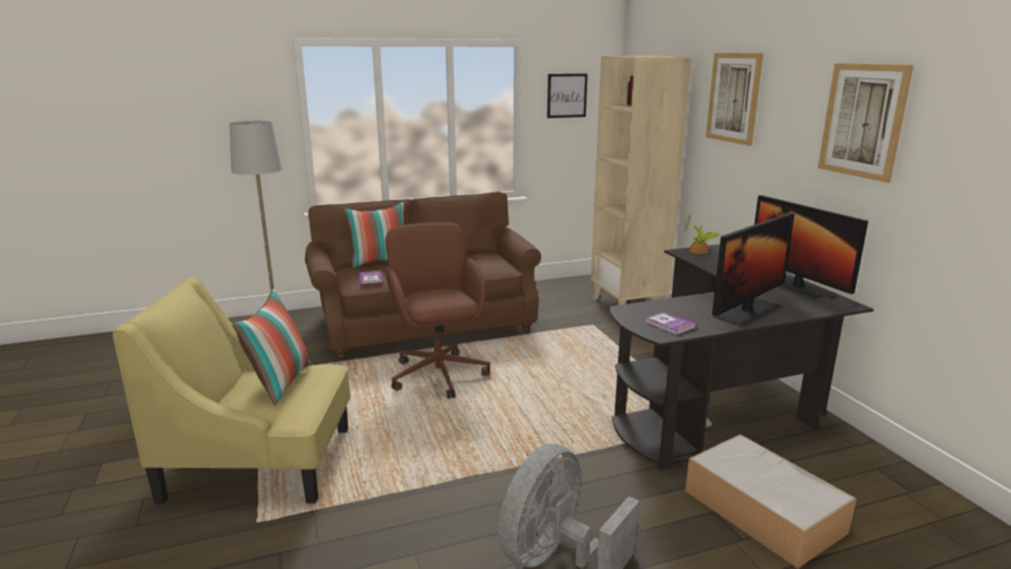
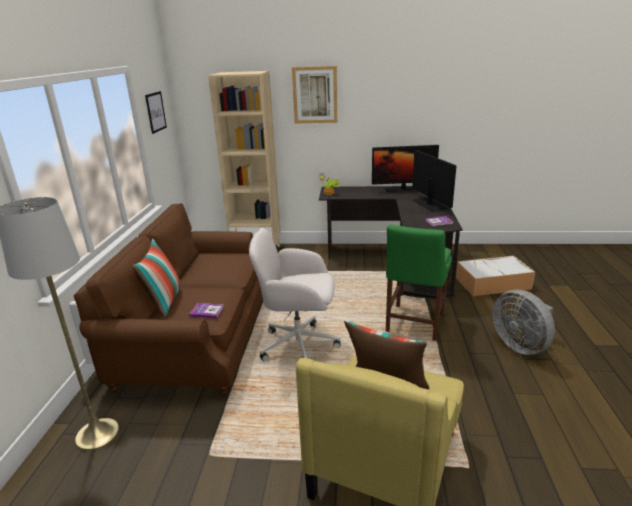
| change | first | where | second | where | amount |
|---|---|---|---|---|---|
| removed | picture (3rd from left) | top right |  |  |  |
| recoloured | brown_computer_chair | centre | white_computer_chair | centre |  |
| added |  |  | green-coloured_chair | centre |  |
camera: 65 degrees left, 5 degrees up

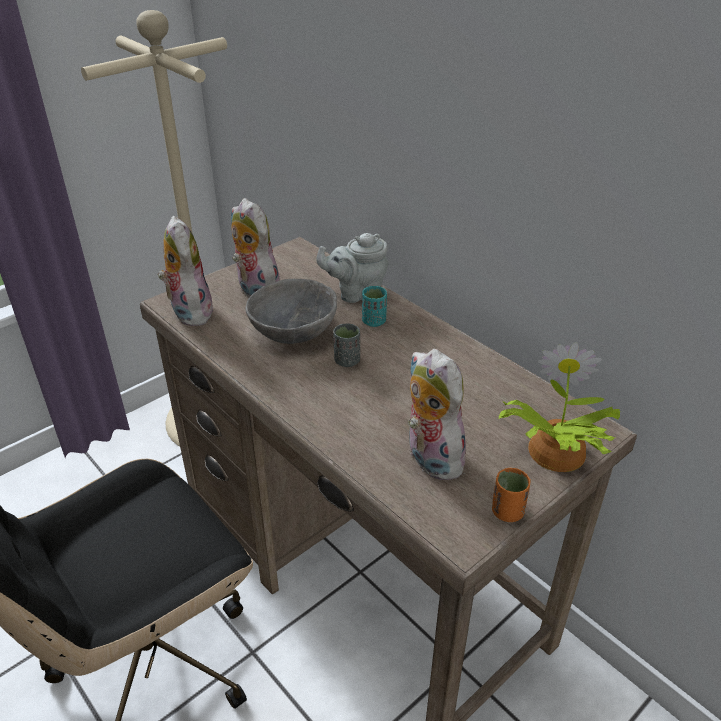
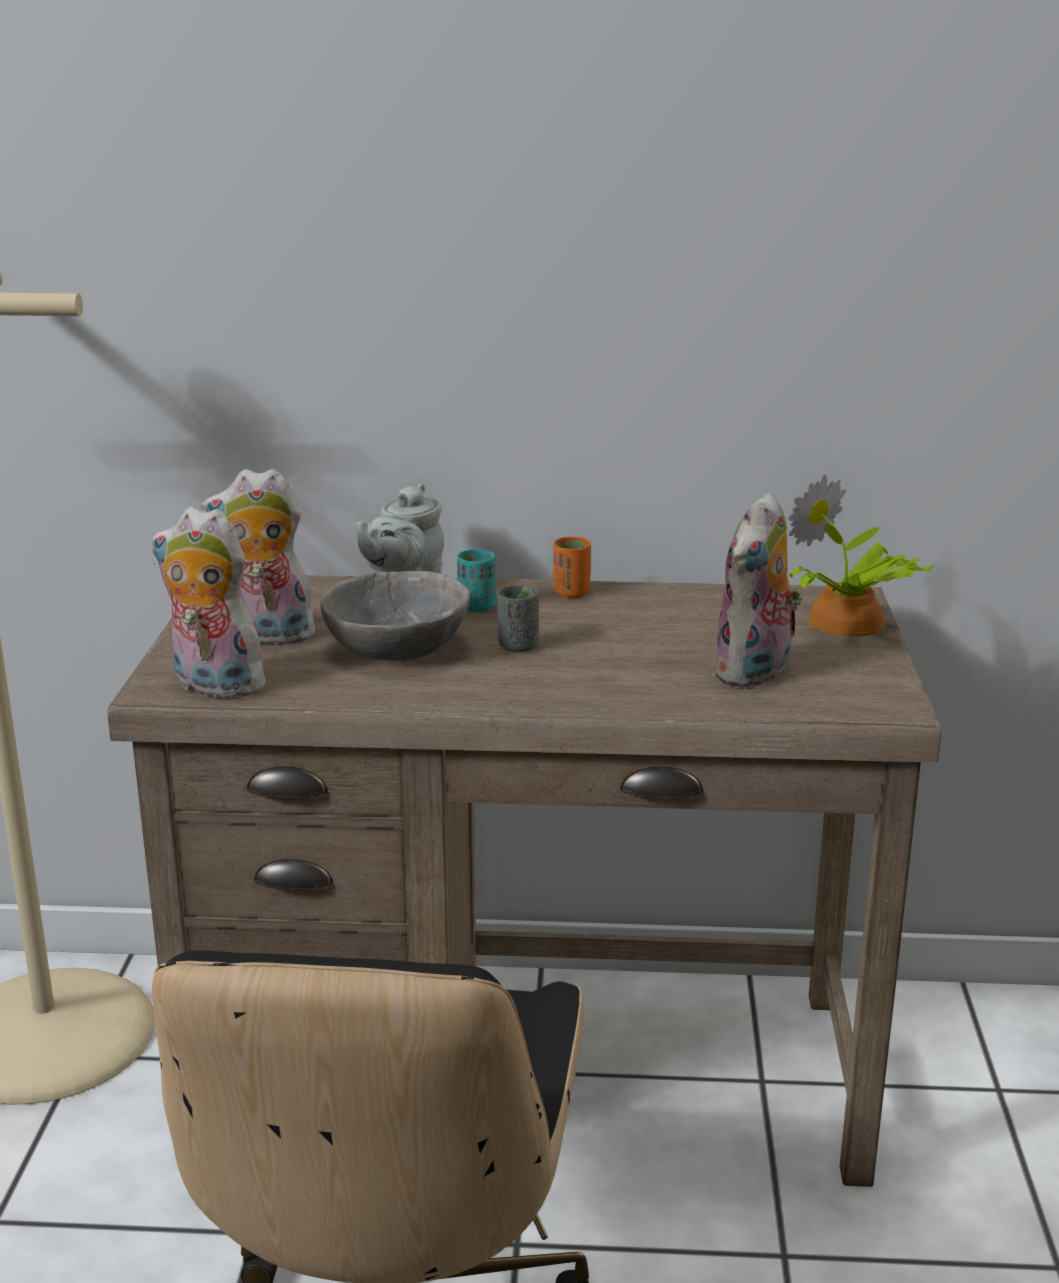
| change | first | where | second | where | amount |
|---|---|---|---|---|---|
| turned | cuddly_toy (3rd from left) | centre |  | middle right | 75 degrees counterclockwise |
| moved | orangey_cup | bottom right |  | centre |  |
camera: 45 degrees left, 15 degrees down

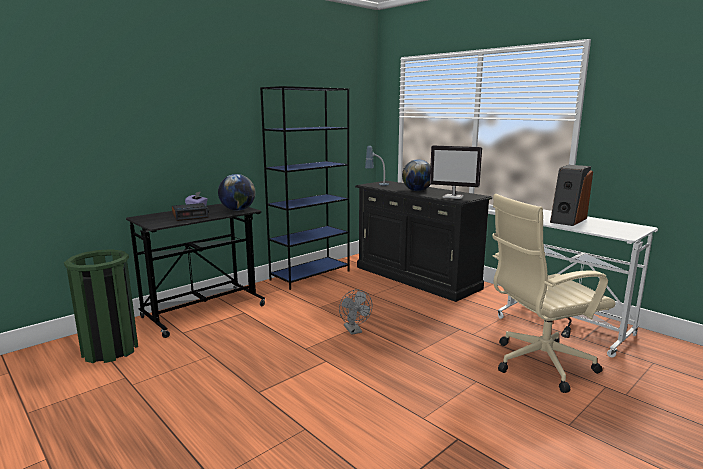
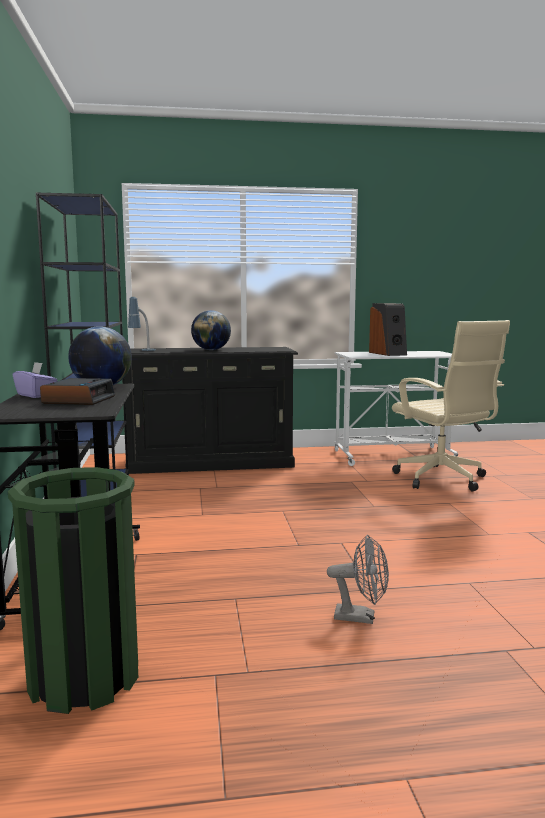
| change | first | where | second | where | amount |
|---|---|---|---|---|---|
| removed | computer_screen | centre |  |  |  |
| turned | beige_computer_chair | middle right |  | middle right | 45 degrees counterclockwise |
| moved | gray_fan | centre |  | bottom centre |  |
camera: 55 degrees left, 5 degrees down

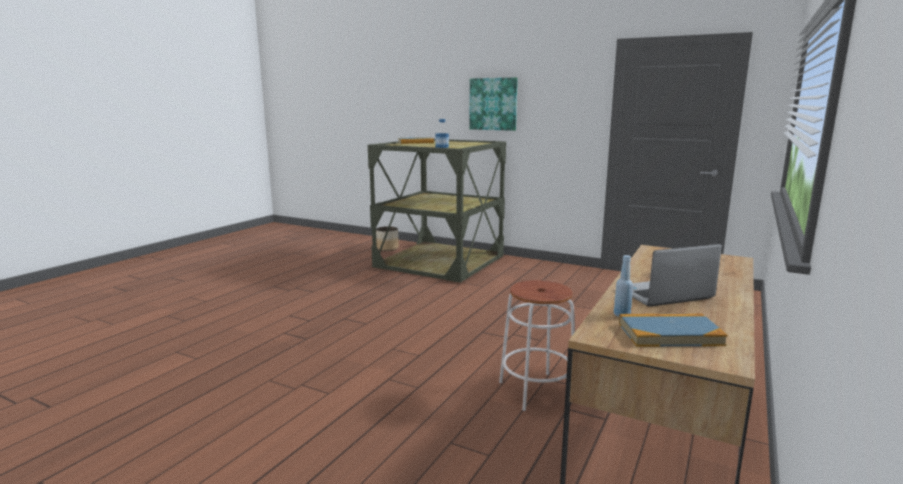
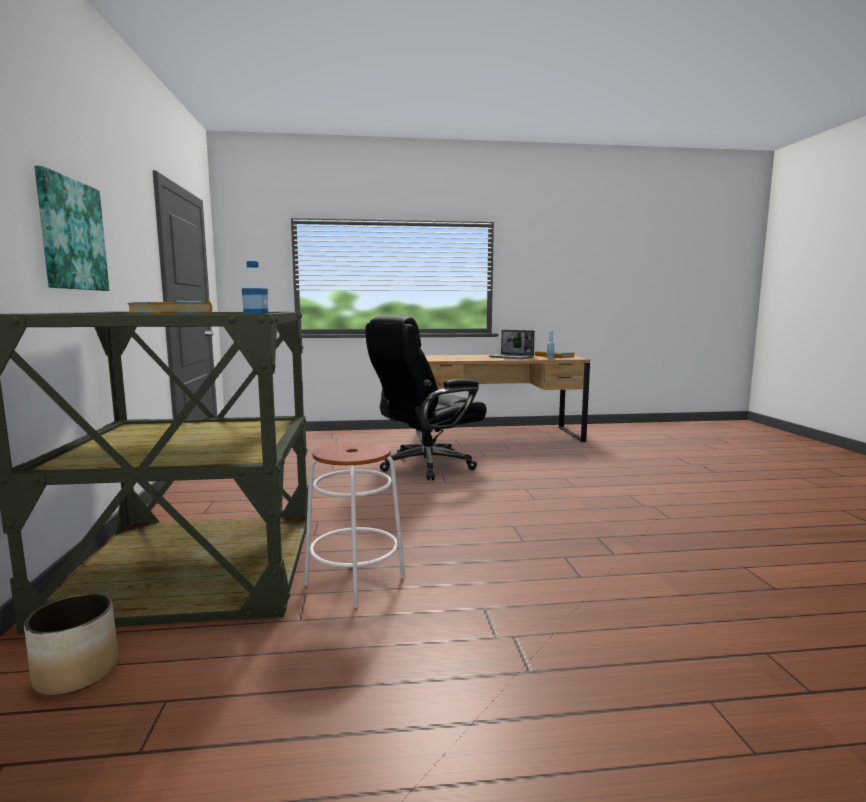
| change | first | where | second | where | amount |
|---|---|---|---|---|---|
| moved | white_sitting_stool | bottom centre |  | centre |  |
| added |  |  | blackish_computer_chair | centre |  |
camera: 125 degrees left, 5 degrees down

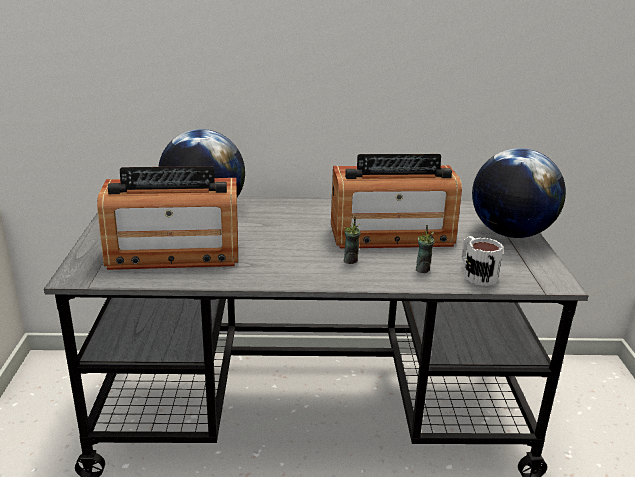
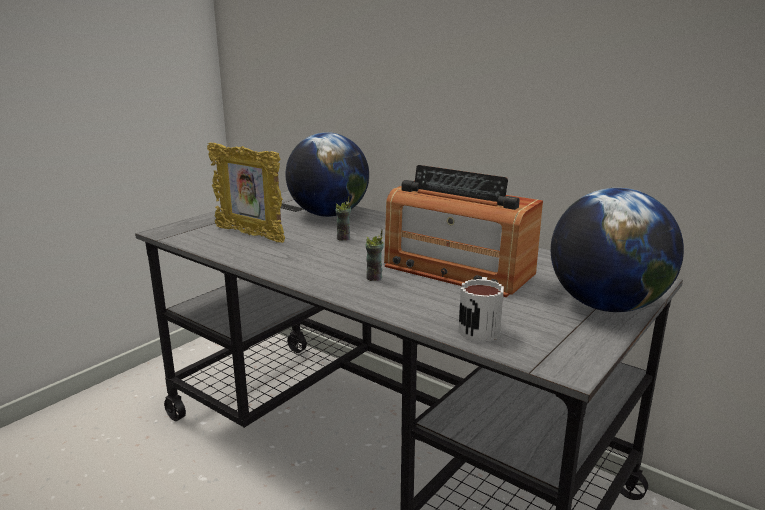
| change | first | where | second | where | amount |
|---|---|---|---|---|---|
| replaced | radio (1st from left) | middle left | photo_frame | middle left |  |
| moved | cup (2nd from left in the first image) | middle right | cup (1st from left) | centre |  |
camera: 40 degrees right, 5 degrees down

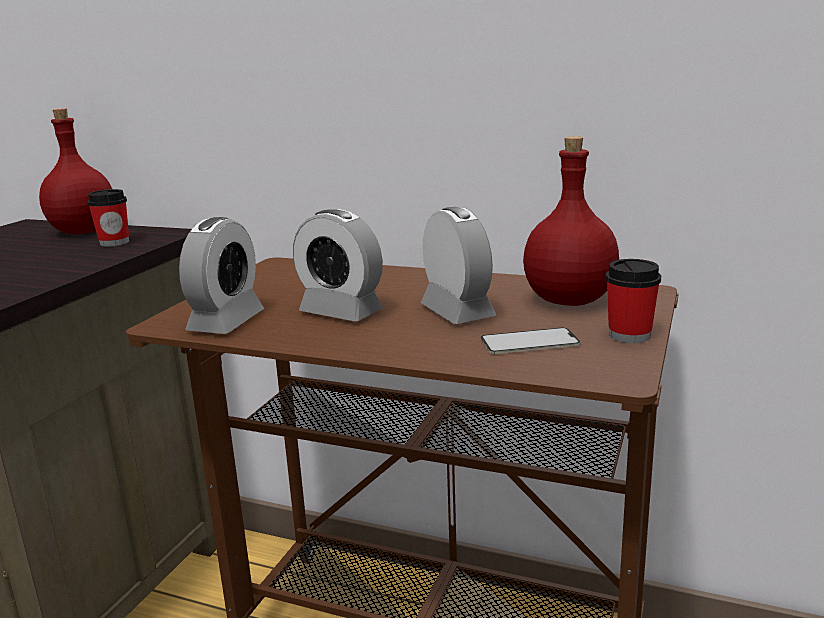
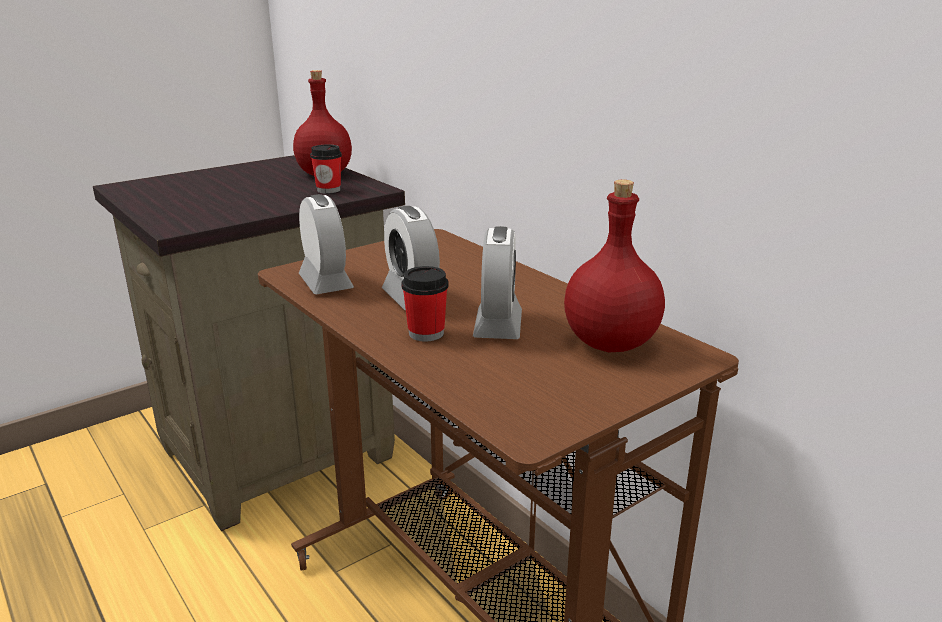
| change | first | where | second | where | amount |
|---|---|---|---|---|---|
| turned | table_clock (1st from left) | middle left |  | centre | 75 degrees counterclockwise |
| moved | cup (2nd from left) | middle right |  | centre |  |
| removed | telephone | centre |  |  |  |
camera: 30 degrees right, 5 degrees up

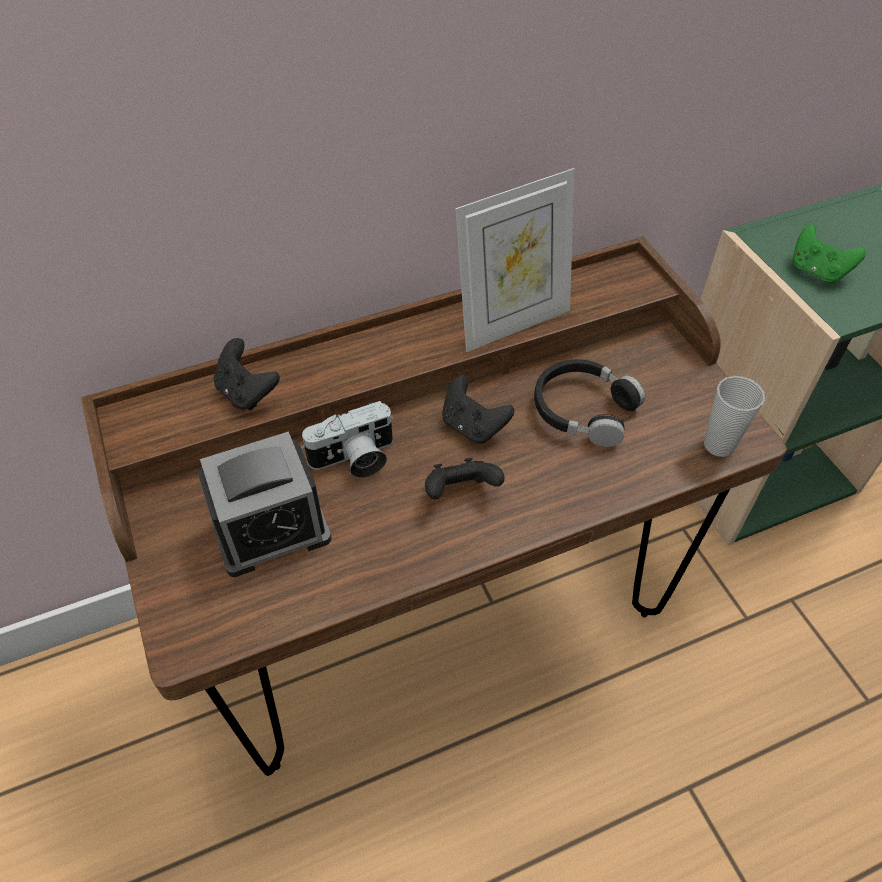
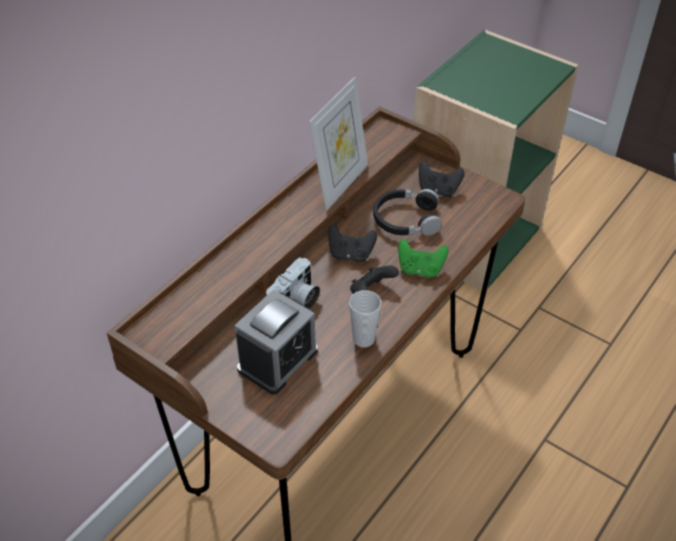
| change | first | where | second | where | amount |
|---|---|---|---|---|---|
| moved | green-coloured_game_controller | top right |  | centre |  |
| moved | blackish_game_controller (1st from left in the first image) | middle left | blackish_game_controller (3rd from left) | top centre |  |
| moved | cup | middle right |  | centre |  |
camera: 30 degrees left, 5 degrees down

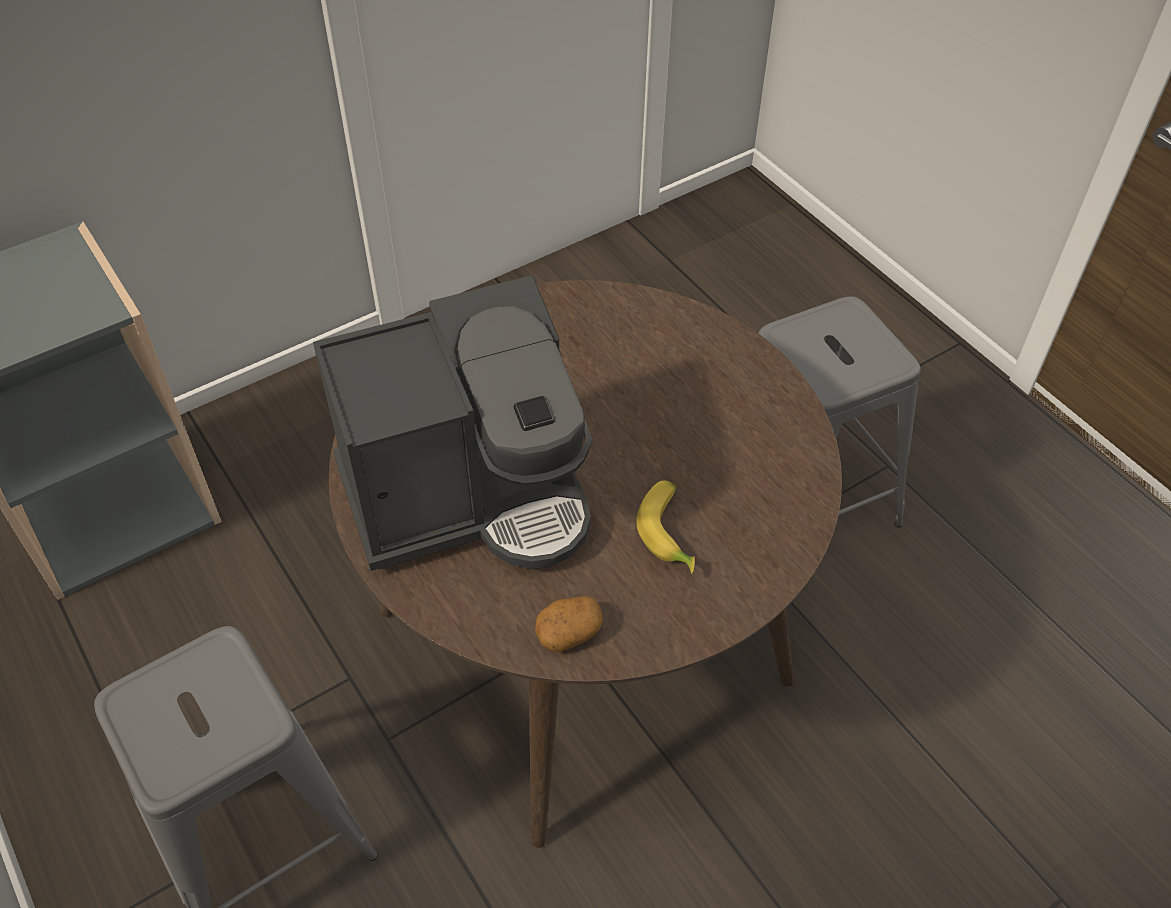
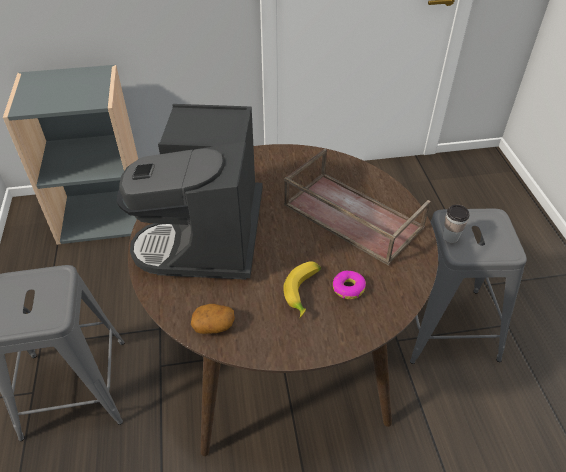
| change | first | where | second | where | amount |
|---|---|---|---|---|---|
| turned | coffee_maker | centre |  | centre | 90 degrees clockwise |
| added |  |  | brown_serving_tray | centre |  |
| added |  |  | cup | middle right |  |
| added |  |  | doughnut | centre |  |
camera: 25 degrees right, 5 degrees down

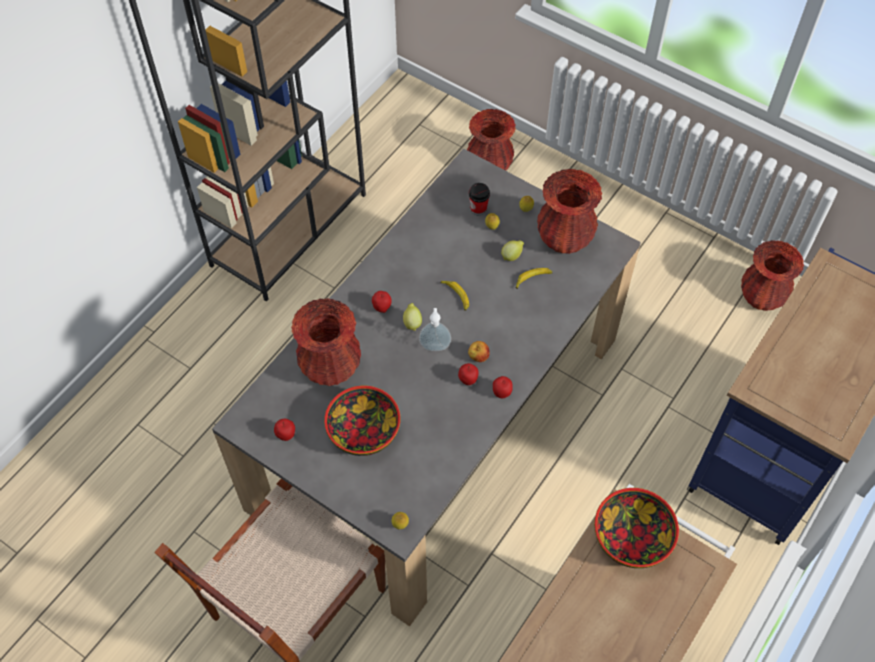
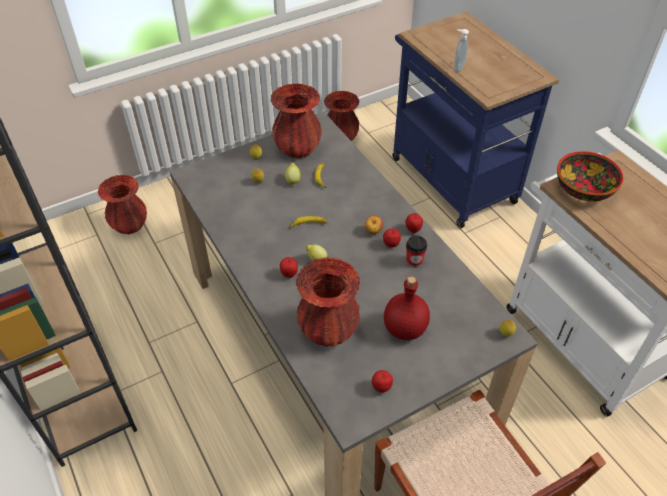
| change | first | where | second | where | amount |
|---|---|---|---|---|---|
| moved | cup | top centre |  | centre |  |
| moved | liquid_soap_bottle | centre |  | top right |  |
| replaced | bowl (1st from left) | centre | reddish_beverage_bottle | centre |  |
camera: 65 degrees left, 10 degrees down

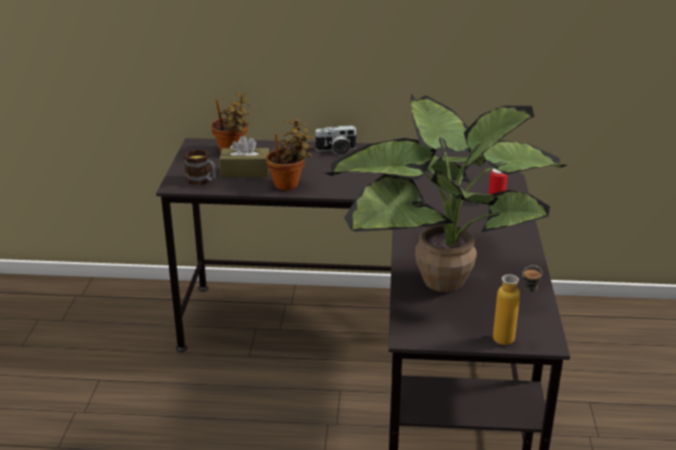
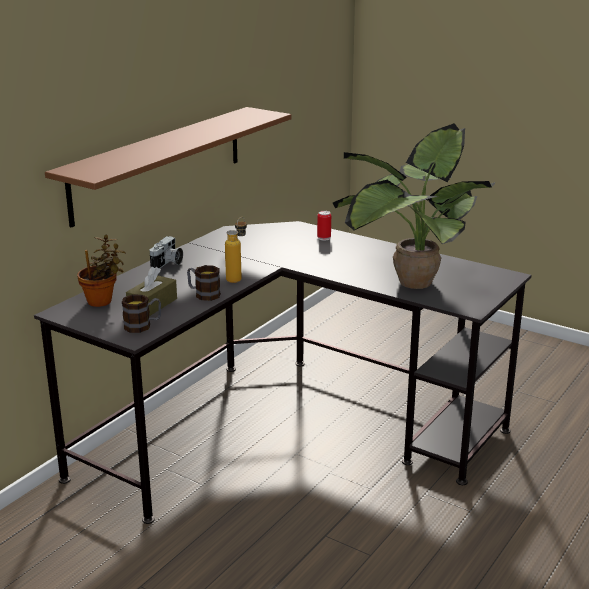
| change | first | where | second | where | amount |
|---|---|---|---|---|---|
| replaced | houseplant (2nd from left) | centre | coffee_mug (2nd from left) | centre |  |
| moved | beverage_bottle | bottom right |  | centre |  |
| added |  |  | brown_shelf | top left |  |
camera: 60 degrees left, 5 degrees down

